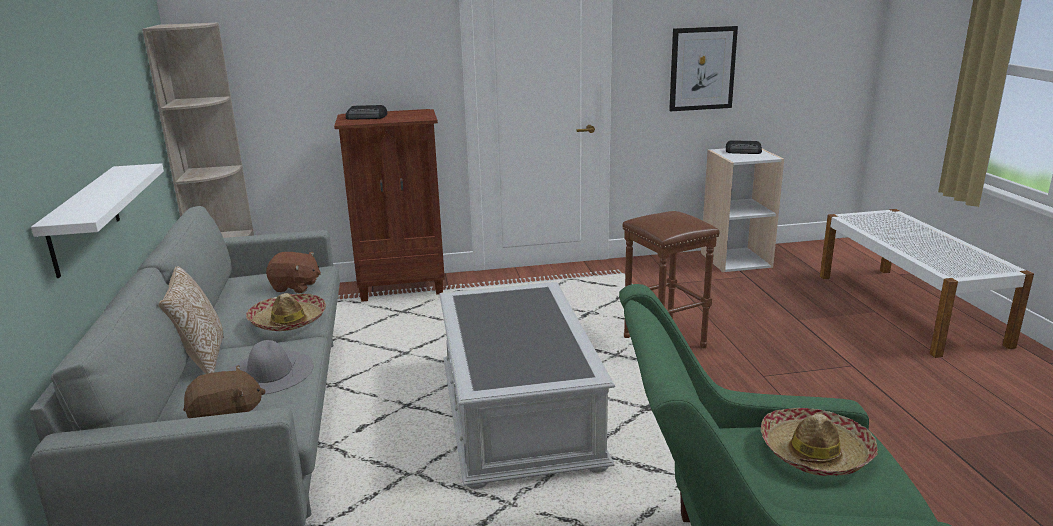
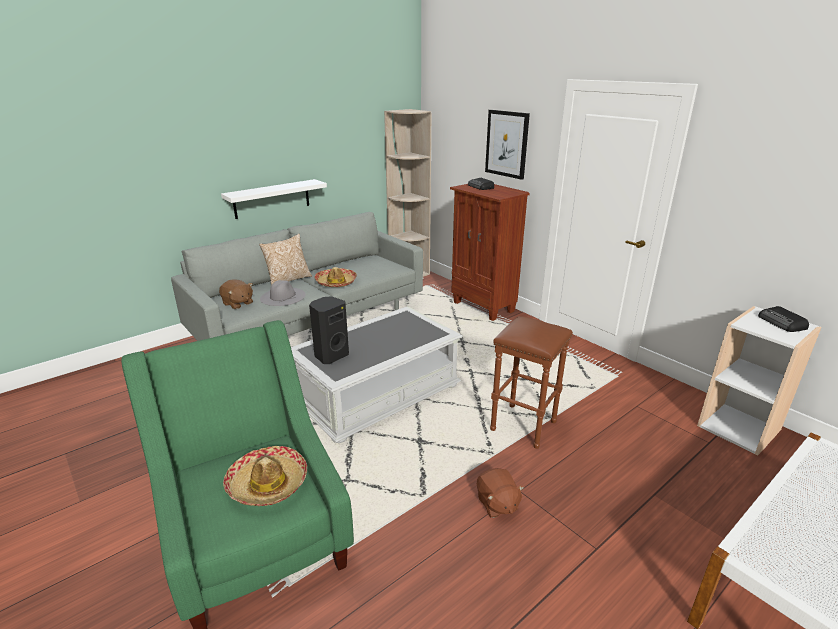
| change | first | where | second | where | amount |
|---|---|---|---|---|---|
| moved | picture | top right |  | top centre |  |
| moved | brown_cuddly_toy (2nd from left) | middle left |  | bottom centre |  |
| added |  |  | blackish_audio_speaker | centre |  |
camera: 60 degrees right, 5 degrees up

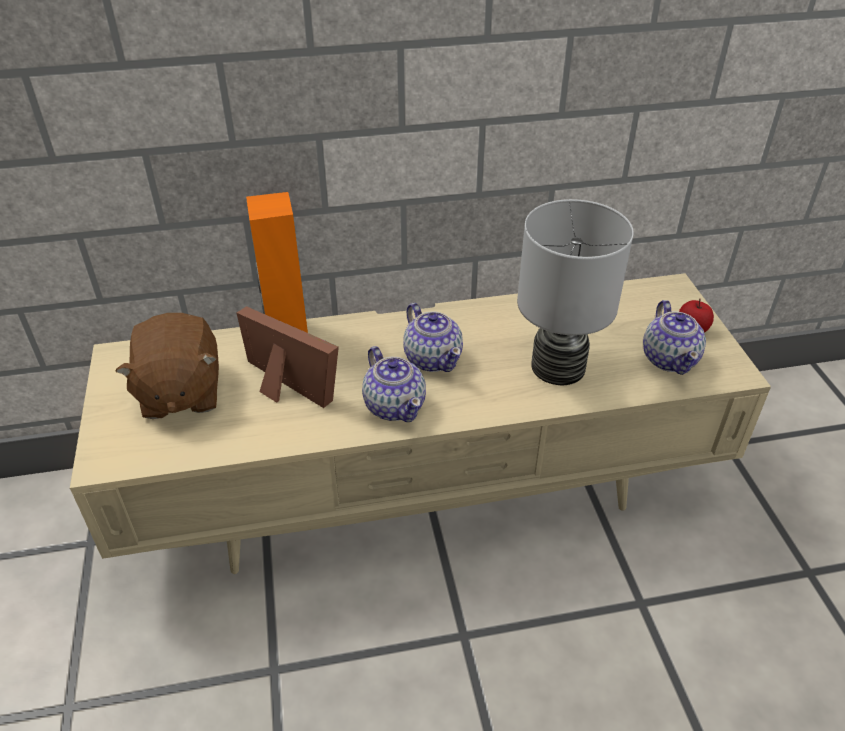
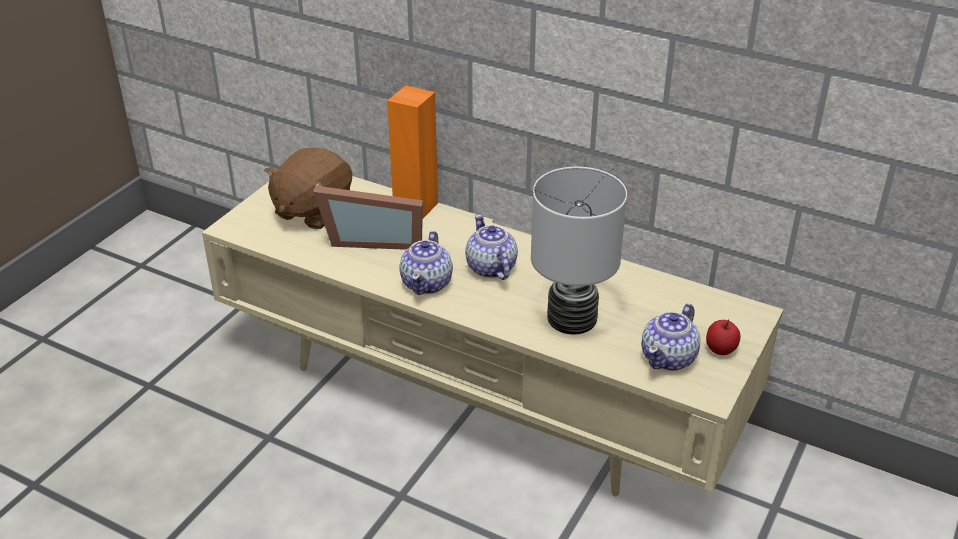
| change | first | where | second | where | amount |
|---|---|---|---|---|---|
| turned | tea_pot (2nd from left) | centre |  | centre | 150 degrees clockwise |
| turned | photo_frame | centre |  | centre | 105 degrees clockwise |
camera: 40 degrees right, 5 degrees down

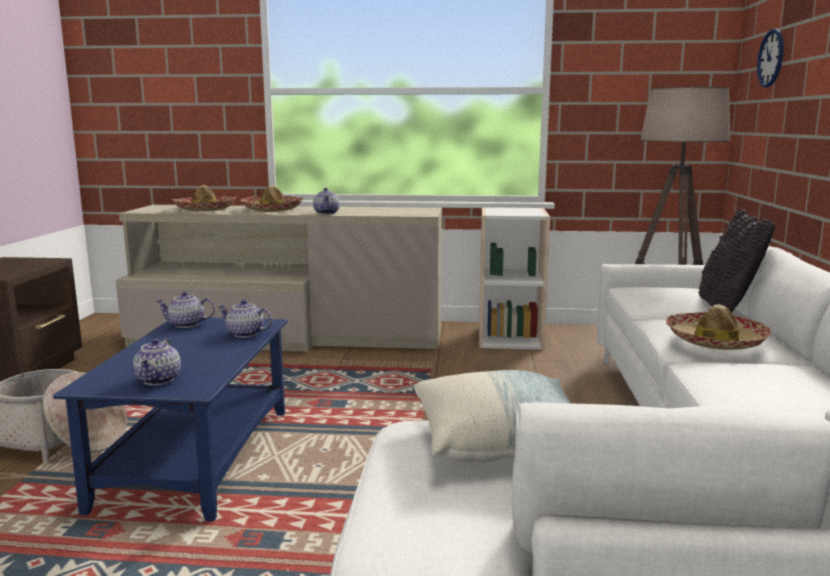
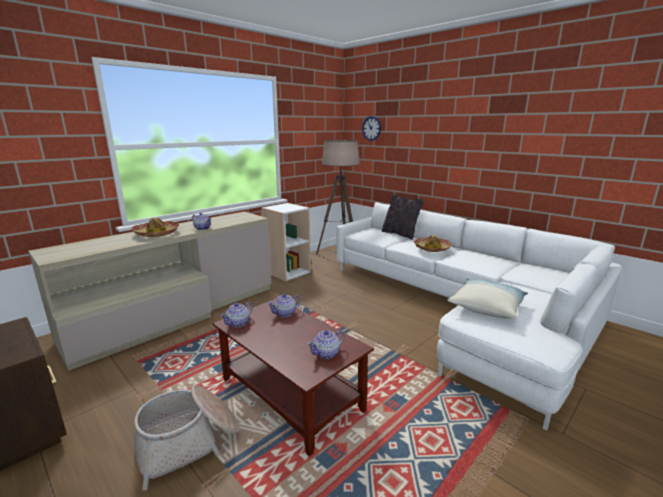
| change | first | where | second | where | amount |
|---|---|---|---|---|---|
| removed | clothing_hat (1st from left) | middle left |  |  |  |
| recoloured | bluish_coffee_table | bottom left | brown_coffee_table | bottom centre |  |
| turned | tea_pot (1st from left in the first image) | middle left | tea_pot (4th from left) | bottom centre | 105 degrees clockwise |
camera: 50 degrees left, 5 degrees up

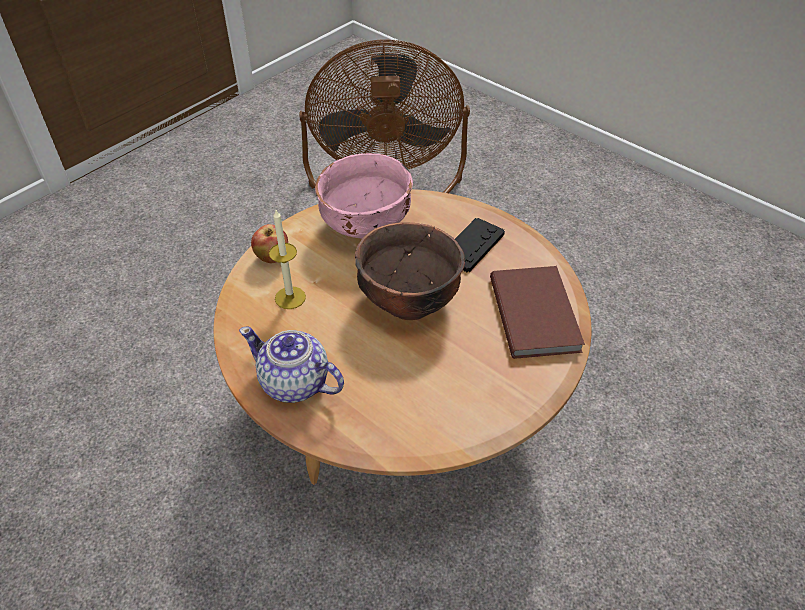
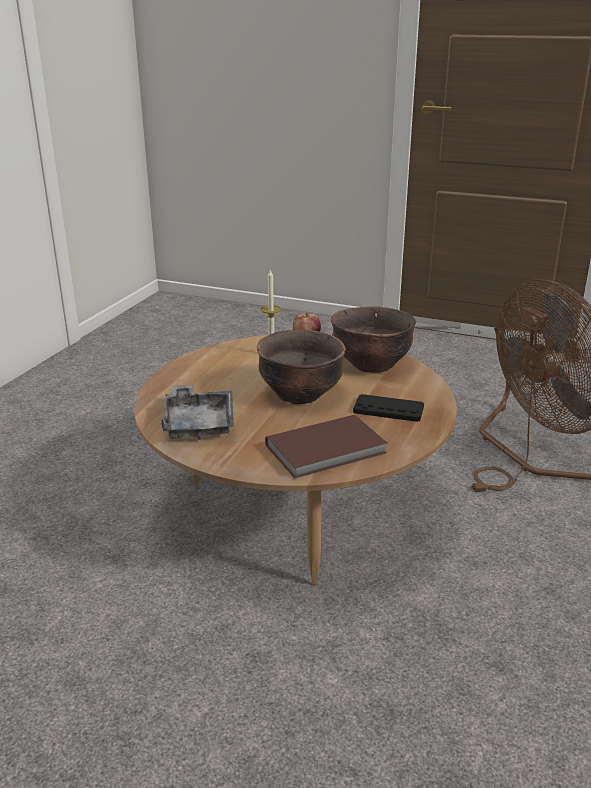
| change | first | where | second | where | amount |
|---|---|---|---|---|---|
| recoloured | pink_bowl | top centre | brown_bowl (2nd from left) | centre |  |
| removed | tea_pot | centre |  |  |  |
| added |  |  | gray_serving_tray | centre |  |
camera: 70 degrees right, 20 degrees down

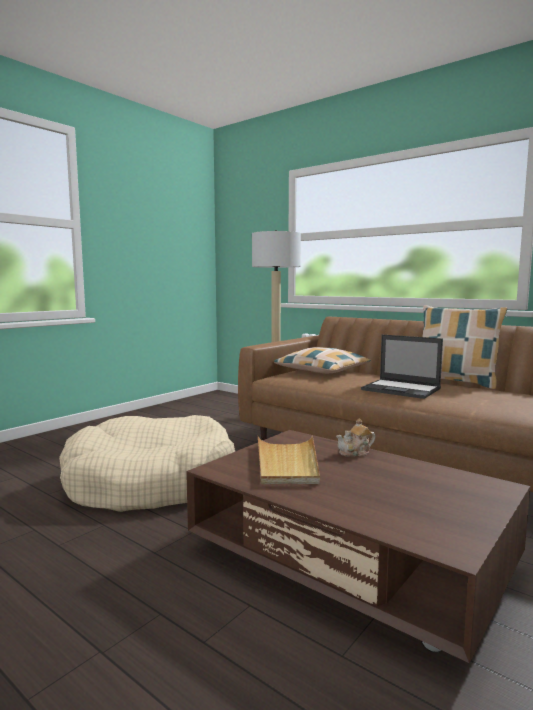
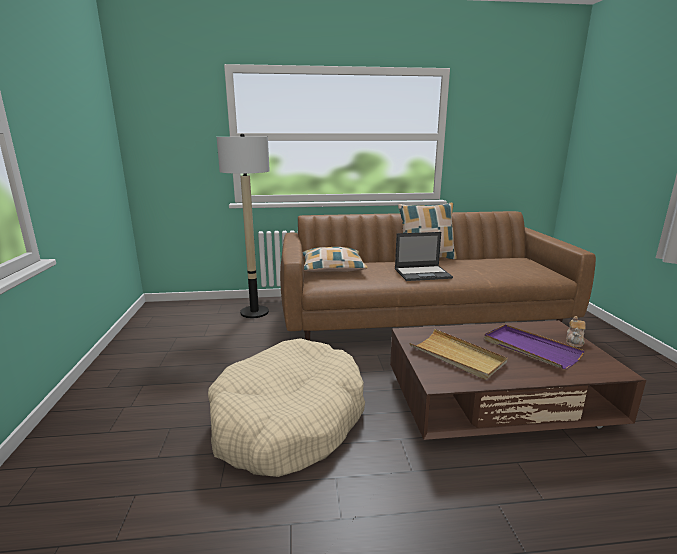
| change | first | where | second | where | amount |
|---|---|---|---|---|---|
| moved | tea_pot | centre |  | middle right |  |
| added |  |  | purple-coloured_serving_tray | middle right |  |
camera: 45 degrees left, 10 degrees up

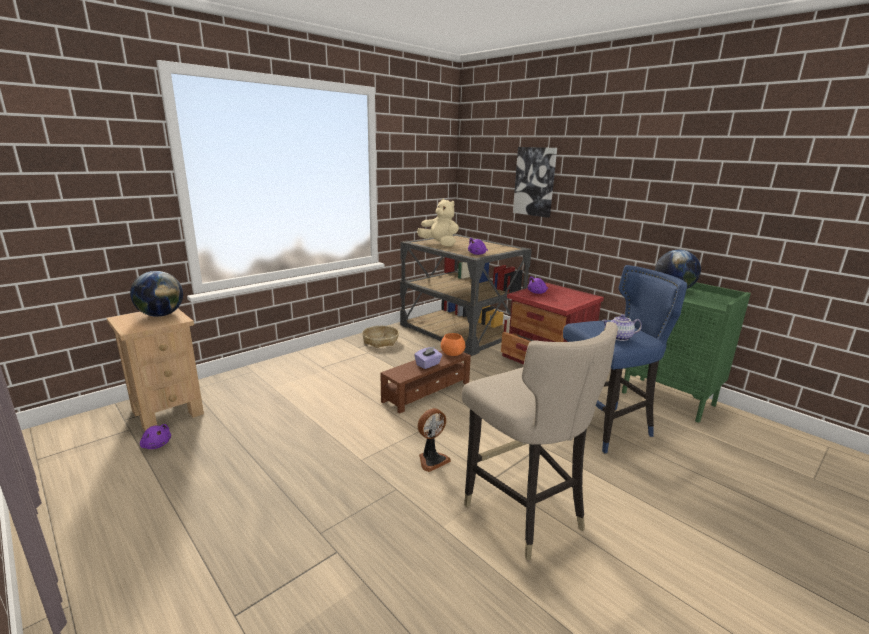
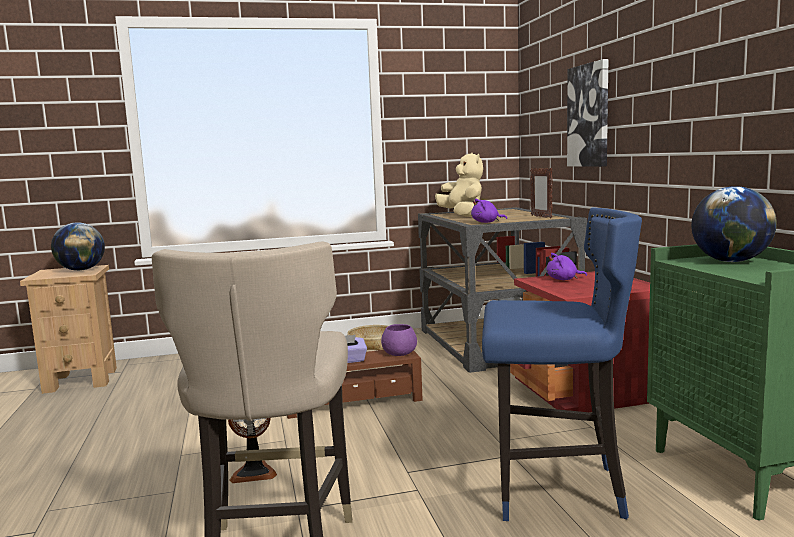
| change | first | where | second | where | amount |
|---|---|---|---|---|---|
| removed | tea_pot | middle right |  |  |  |
| recoloured | orangey_bowl | centre | purple-coloured_bowl | centre |  |
| removed | purple-coloured_cuddly_toy (1st from left) | bottom left |  |  |  |
| added |  |  | photo_frame | middle right |  |
camera: 30 degrees right, 10 degrees down

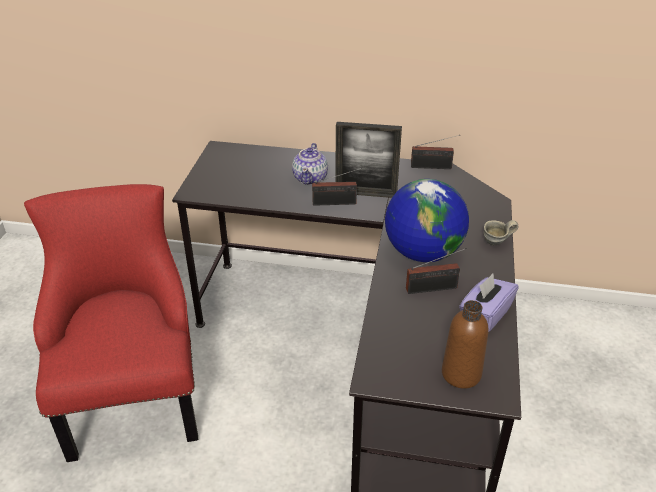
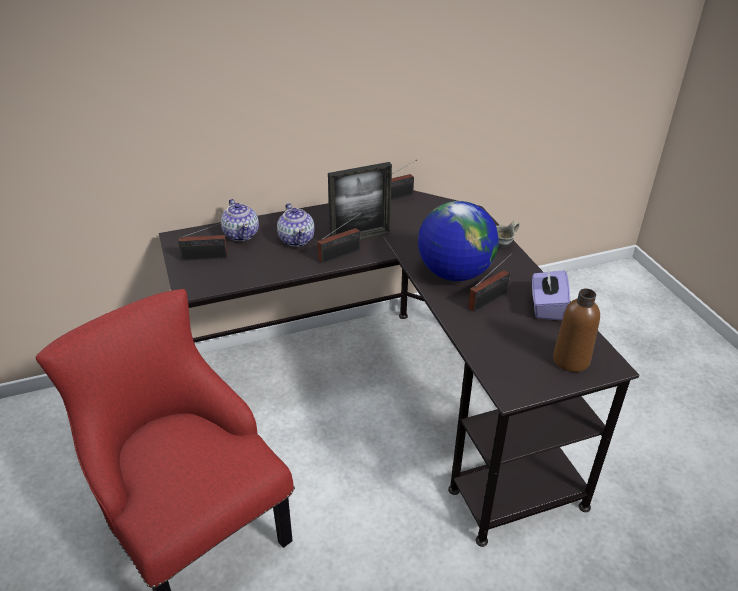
| change | first | where | second | where | amount |
|---|---|---|---|---|---|
| added |  |  | tea_pot (1st from left) | middle left |  |
| added |  |  | radio (1st from left) | middle left |  |
camera: 30 degrees left, 0 degrees up

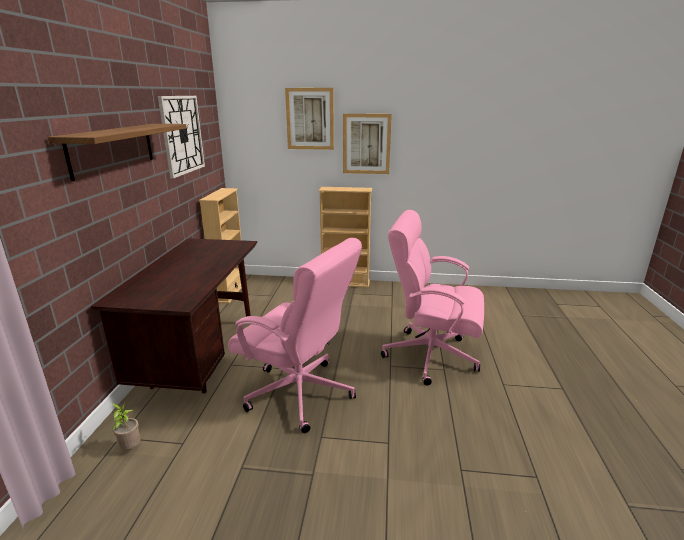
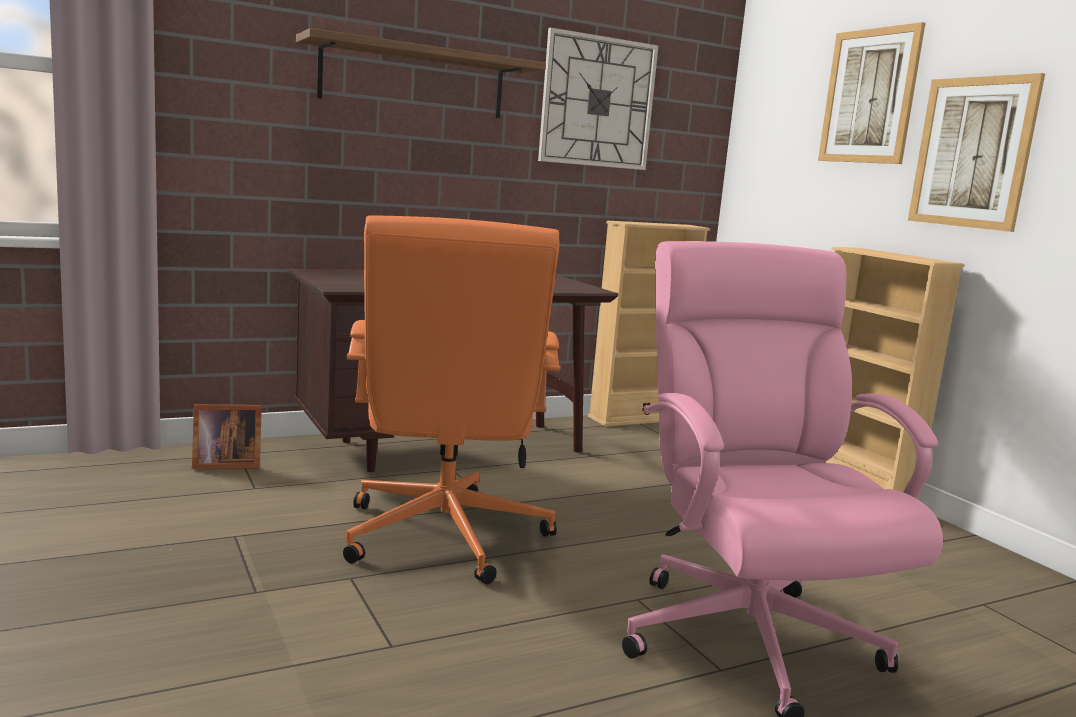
| change | first | where | second | where | amount |
|---|---|---|---|---|---|
| recoloured | pink_computer_chair (1st from left) | centre | orangey_computer_chair | centre |  |
| replaced | houseplant | bottom left | photo_frame | middle left |  |
camera: 55 degrees right, 10 degrees down

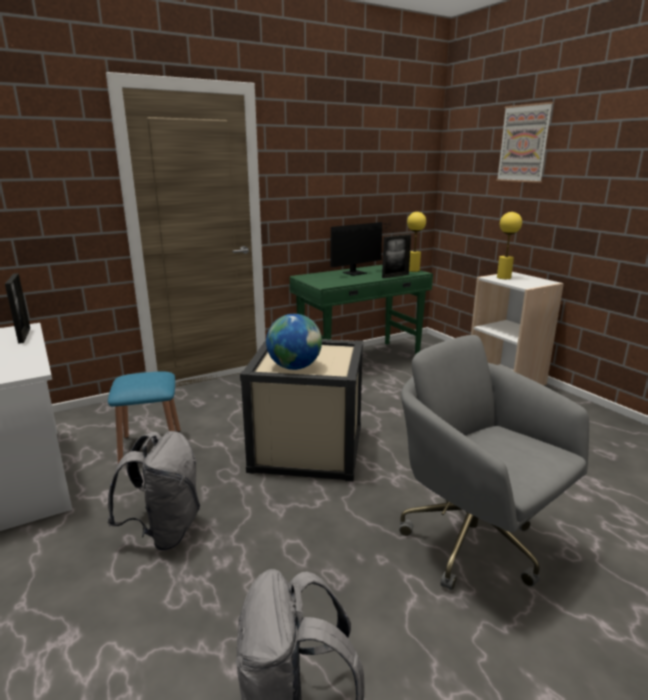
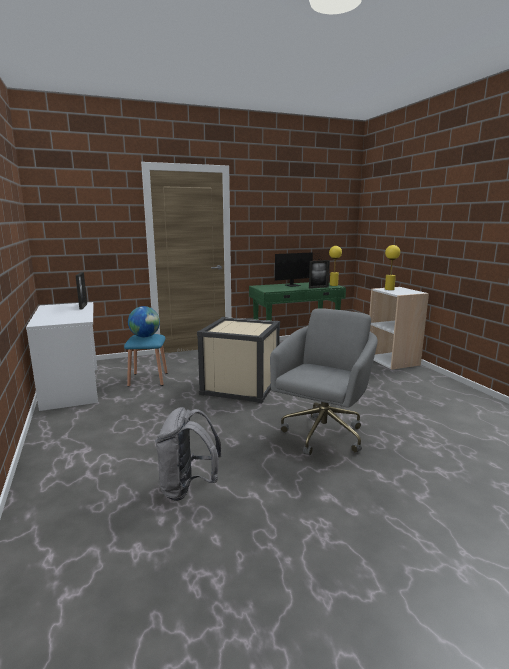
| change | first | where | second | where | amount |
|---|---|---|---|---|---|
| removed | picture | top right |  |  |  |
| moved | world_globe | centre |  | middle left |  |
| turned | gray_computer_chair | middle right |  | centre | 60 degrees clockwise |
| removed | gray_rucksack (1st from left) | bottom left |  |  |  |
camera: 10 degrees right, 5 degrees down

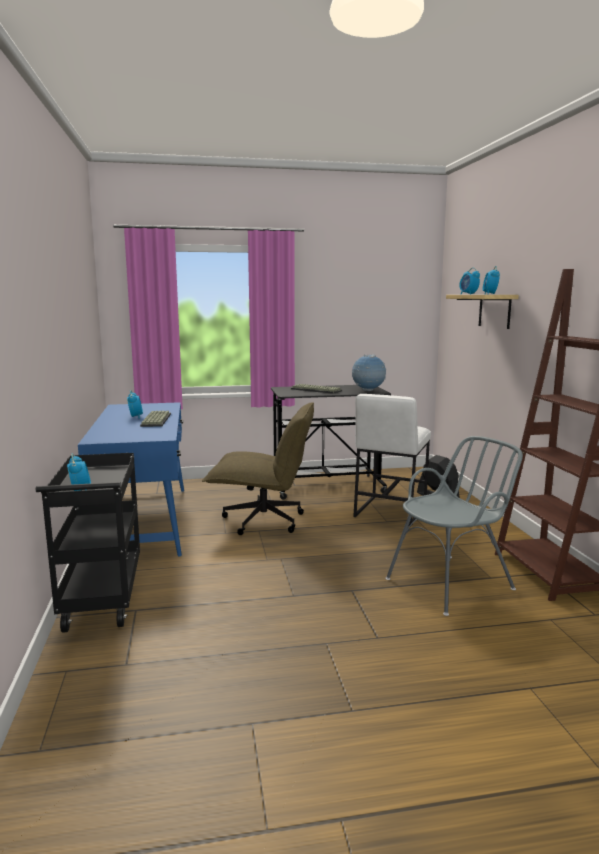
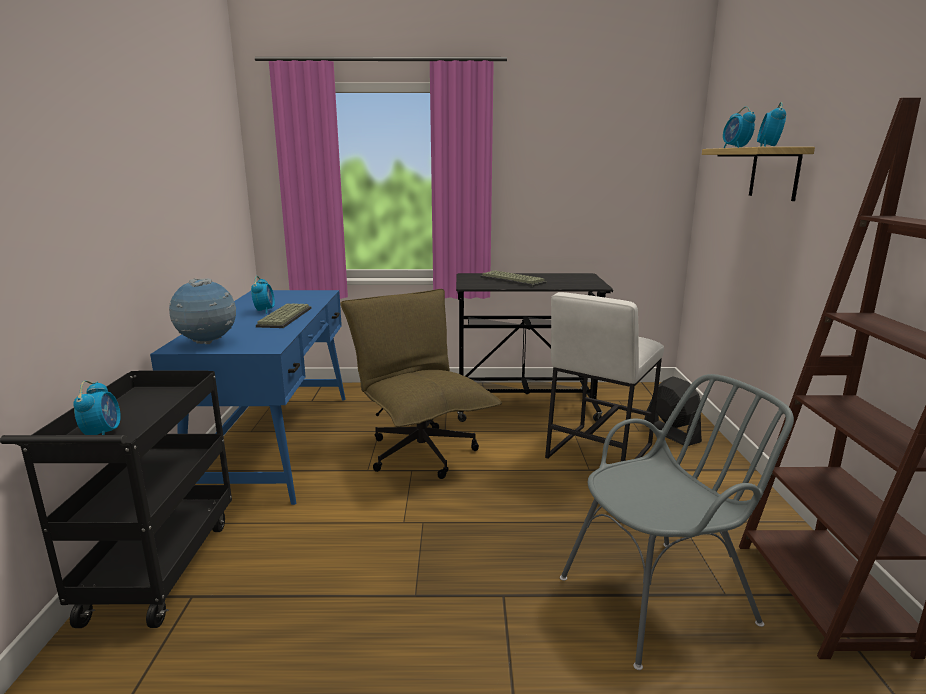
| change | first | where | second | where | amount |
|---|---|---|---|---|---|
| moved | world_globe | centre |  | middle left |  |
| turned | beige_computer_chair | centre |  | centre | 135 degrees counterclockwise |
camera: 10 degrees right, 5 degrees up

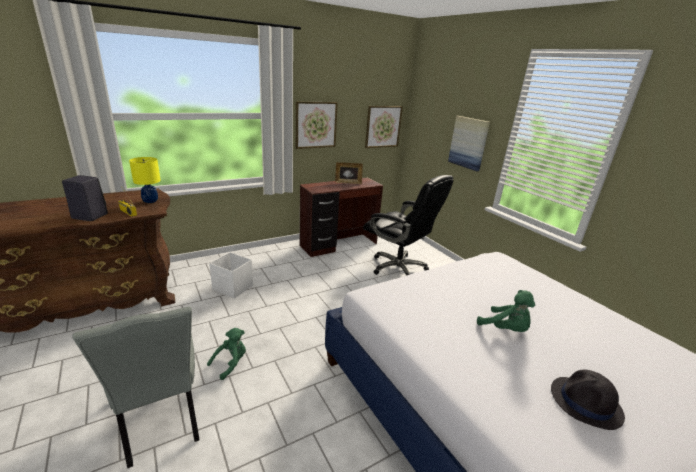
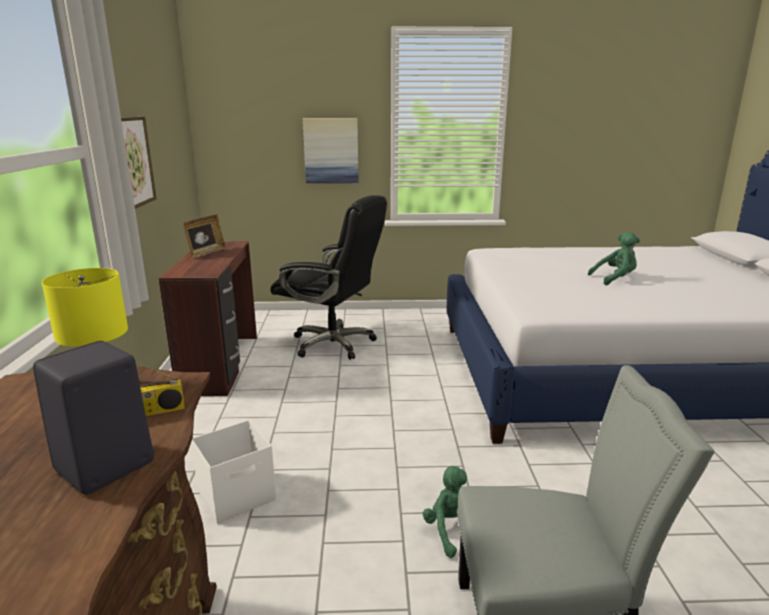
| change | first | where | second | where | amount |
|---|---|---|---|---|---|
| removed | picture (2nd from left) | top centre |  |  |  |
| turned | blackish_computer_chair | centre |  | centre | 45 degrees clockwise |
| removed | blackish_clothing_hat | bottom right |  |  |  |
camera: 60 degrees left, 5 degrees down

